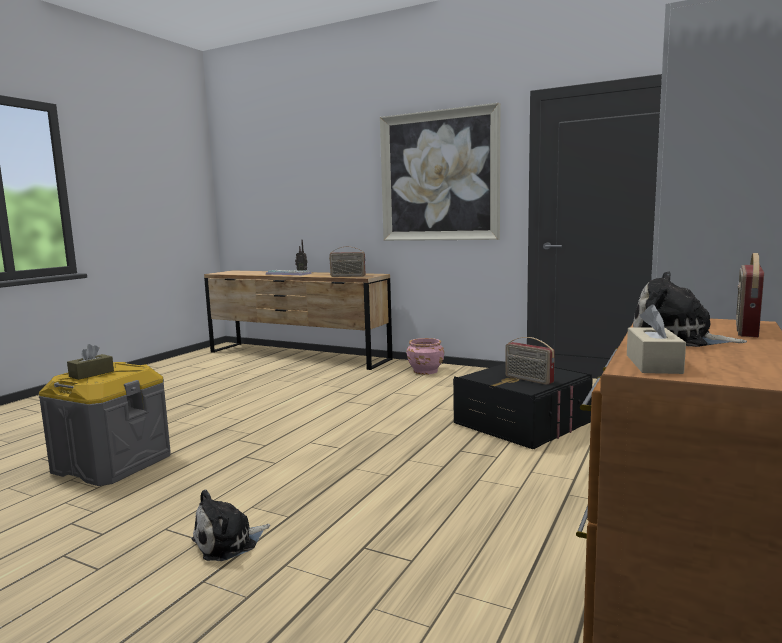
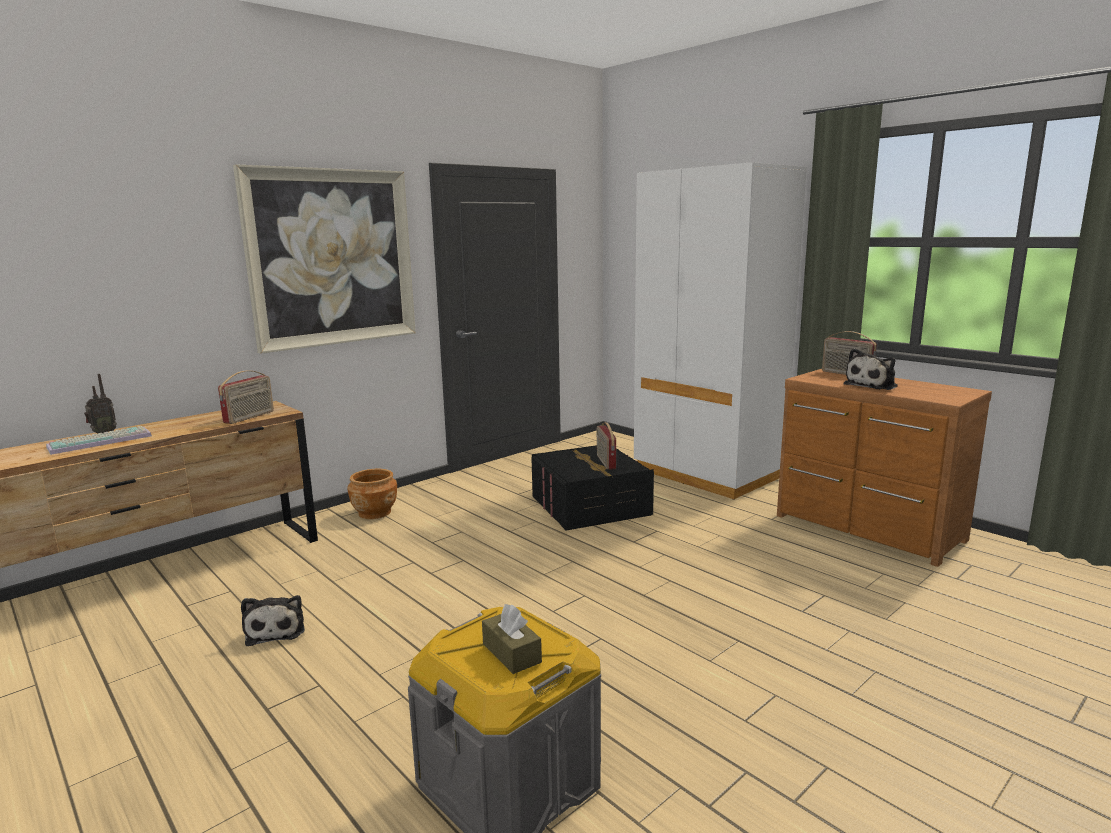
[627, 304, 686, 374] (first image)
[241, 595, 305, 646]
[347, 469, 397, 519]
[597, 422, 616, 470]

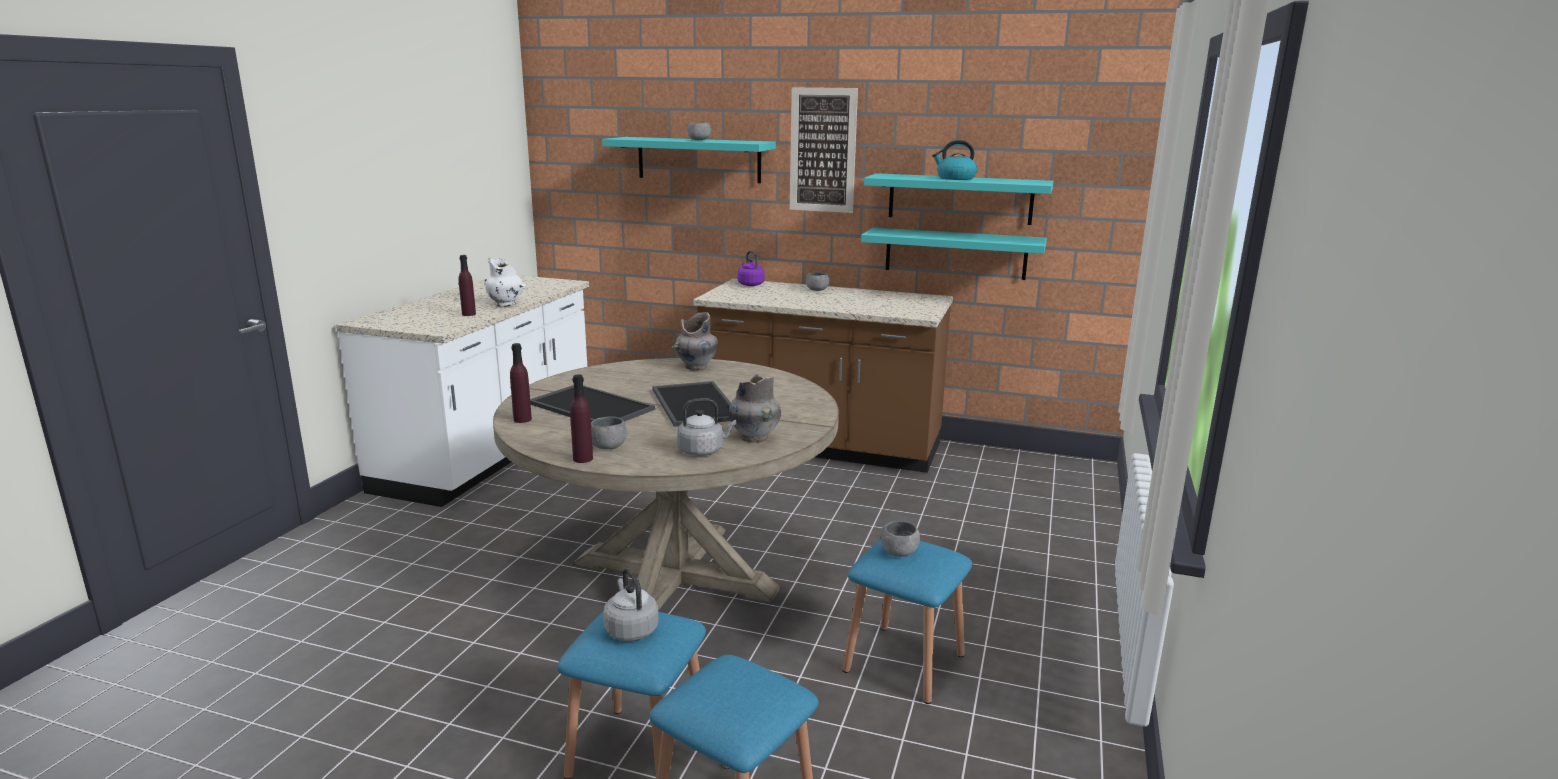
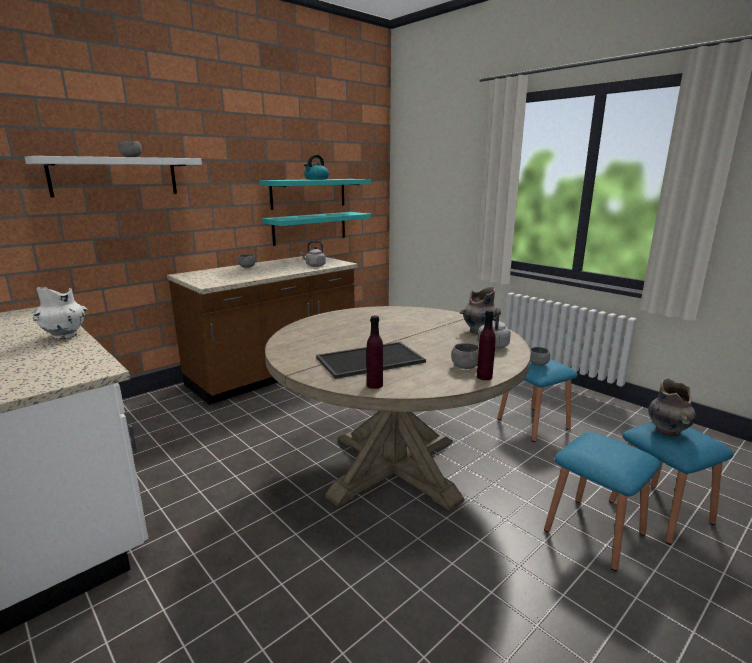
[458, 255, 476, 316] (first image)
[652, 381, 731, 427] (first image)
[738, 251, 765, 286] (first image)
[790, 87, 858, 213] (first image)
[300, 241, 326, 267]
[648, 378, 696, 437]
[25, 156, 202, 198]

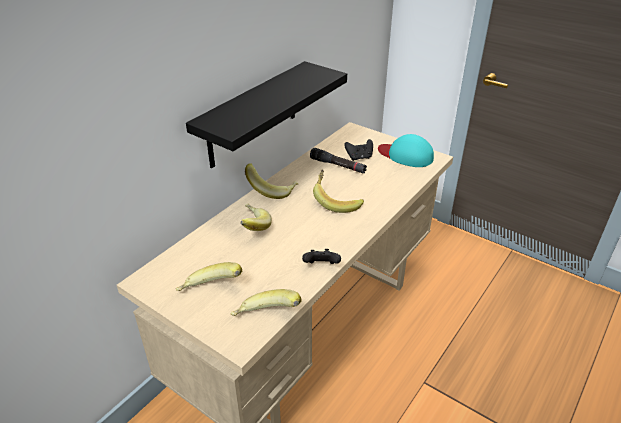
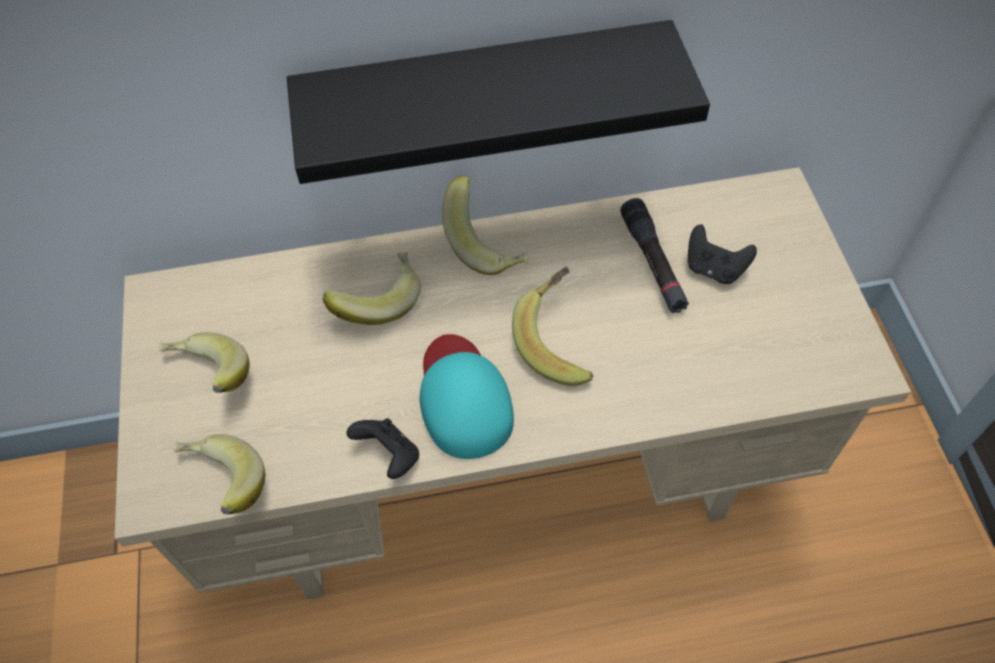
[420, 334, 514, 459]

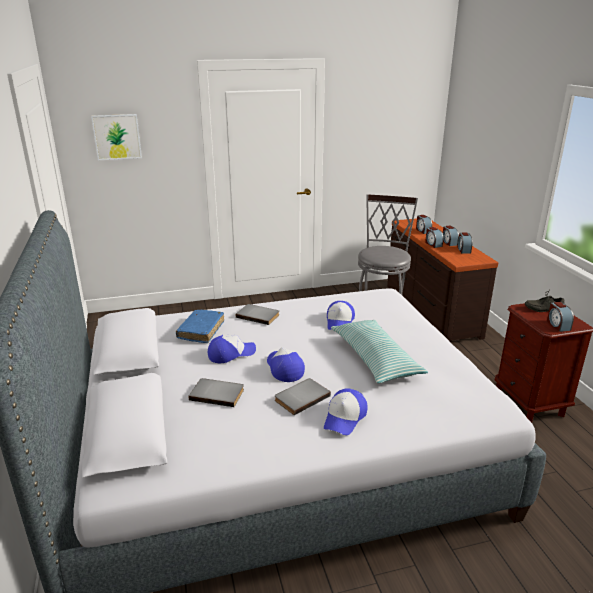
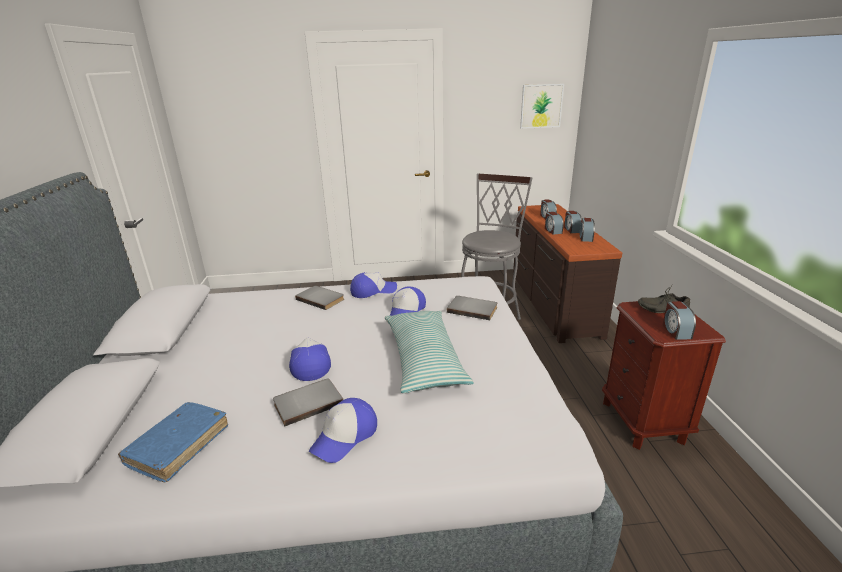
[520, 84, 564, 129]
[118, 402, 228, 482]
[447, 296, 497, 320]
[350, 272, 397, 298]

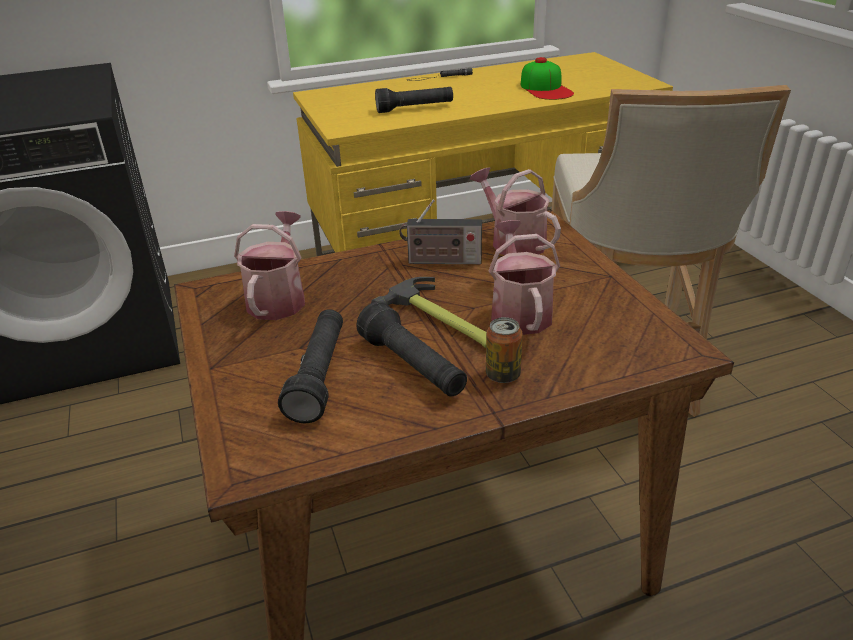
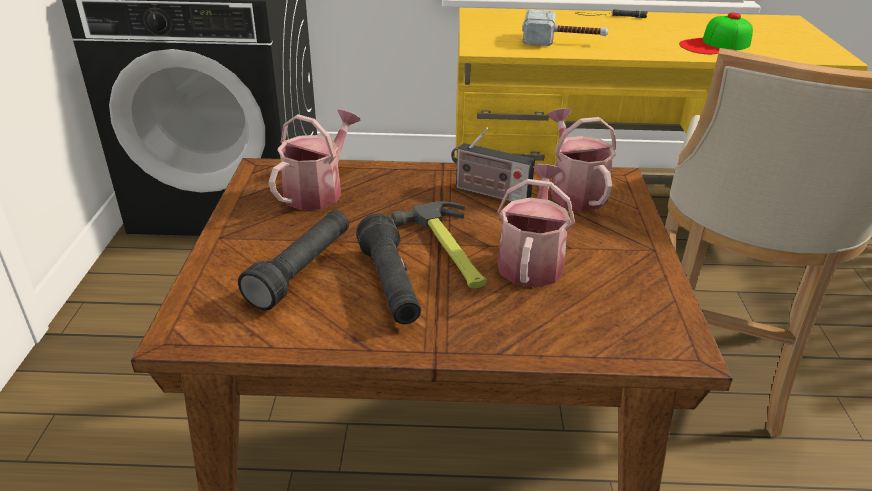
[486, 317, 523, 383] (first image)
[522, 9, 608, 46]
[679, 13, 753, 54]

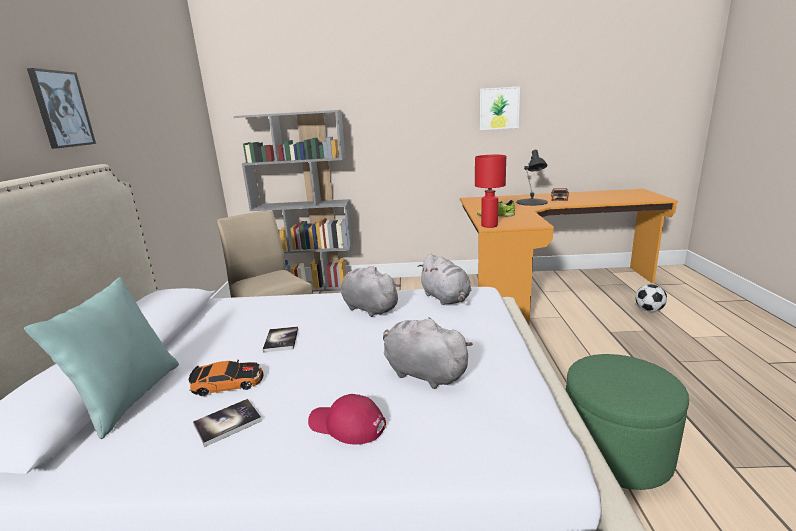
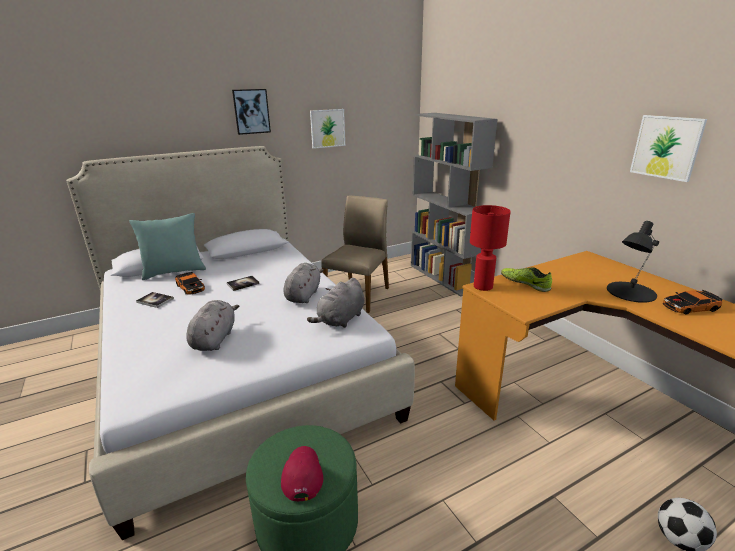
[310, 109, 345, 149]
[281, 446, 323, 501]

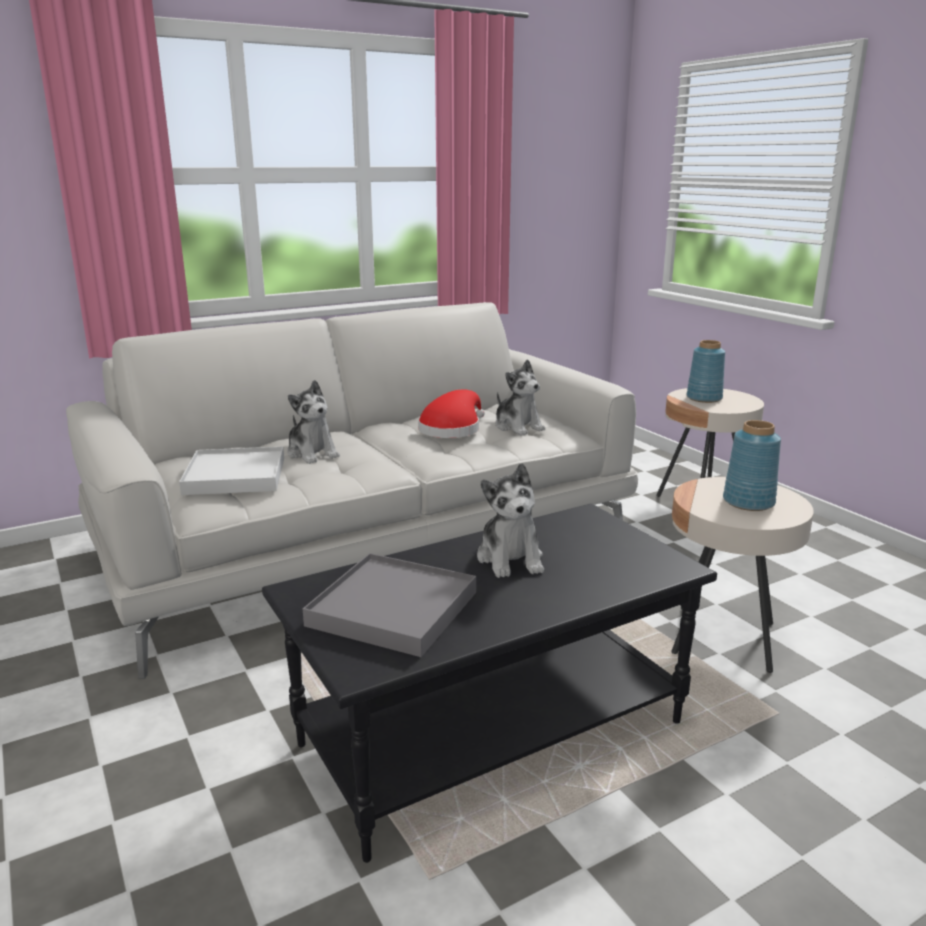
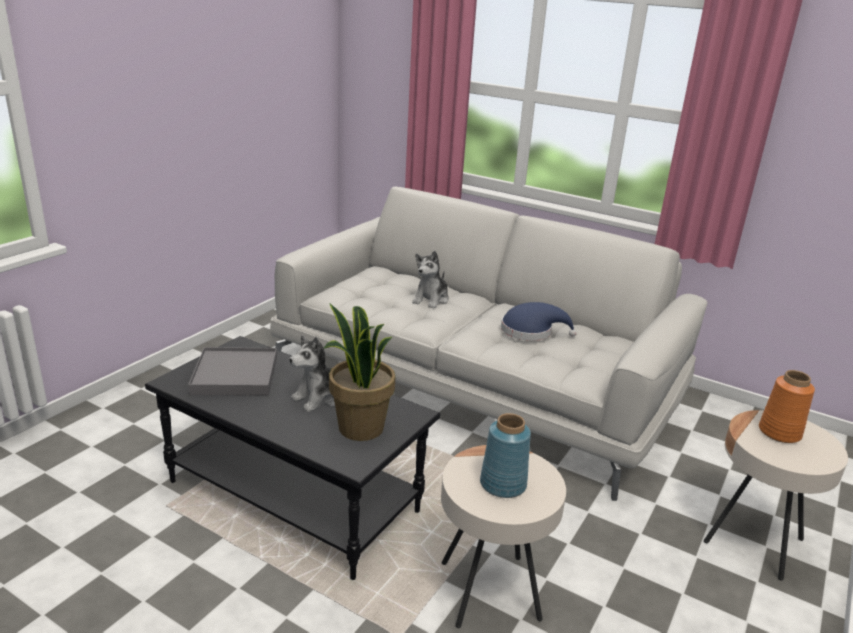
[179, 447, 284, 495] (first image)
[496, 359, 545, 436] (first image)
[323, 303, 396, 441]
[501, 302, 577, 341]
[759, 370, 815, 443]

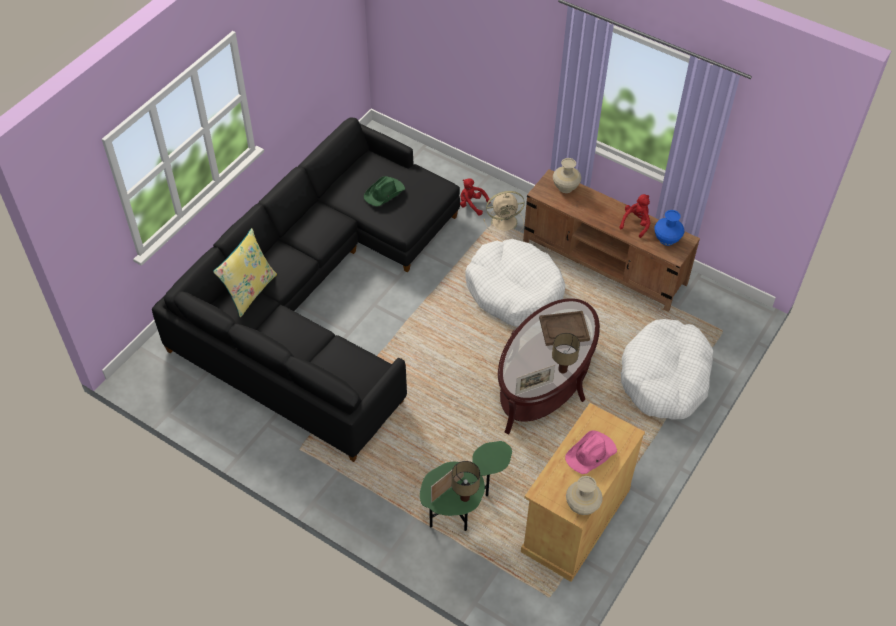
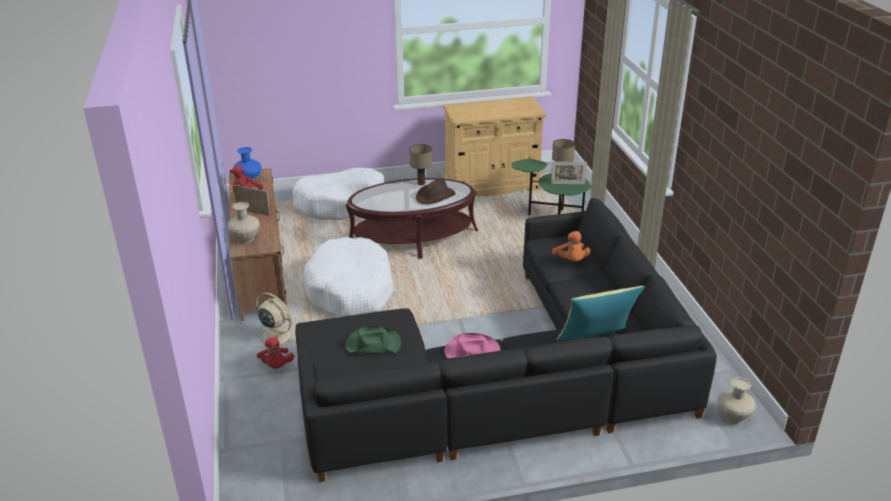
[539, 311, 590, 346] (first image)
[416, 180, 456, 204]
[552, 231, 590, 261]
[233, 185, 270, 216]
[444, 333, 500, 358]
[718, 377, 756, 423]

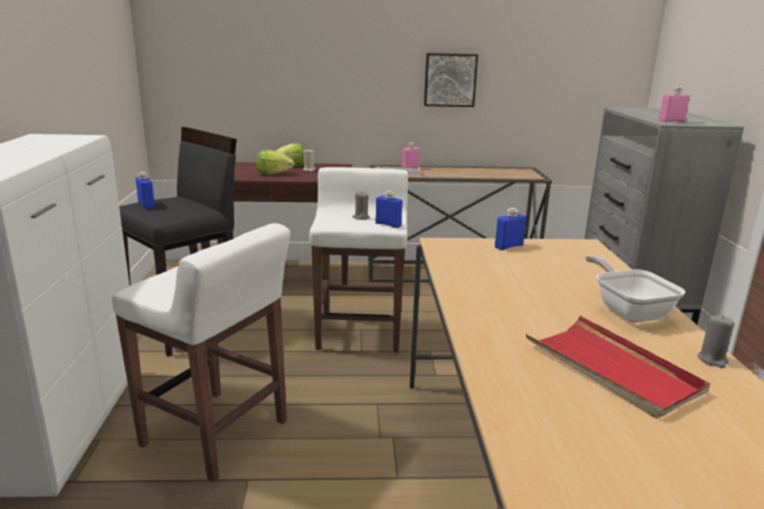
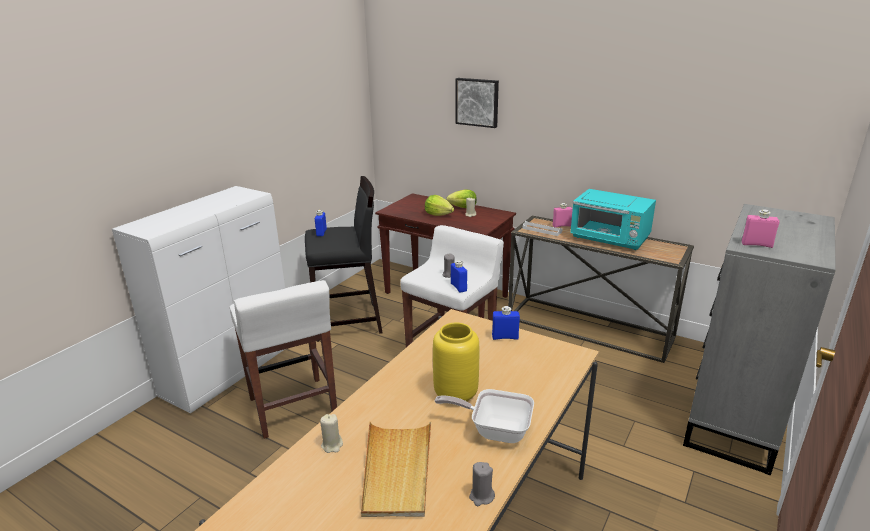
[320, 414, 343, 453]
[433, 323, 479, 401]
[570, 189, 656, 250]
[456, 78, 499, 128]
[361, 421, 431, 517]
[435, 389, 534, 443]

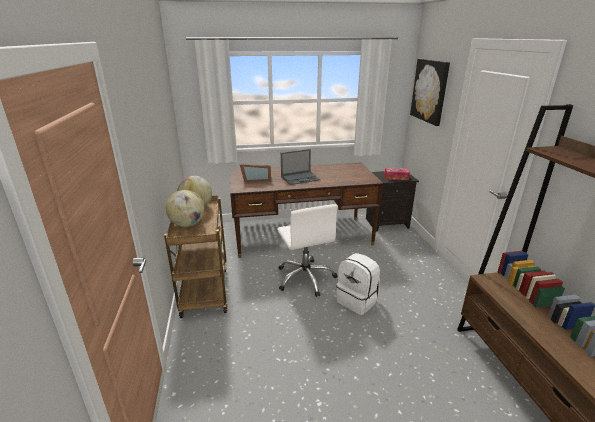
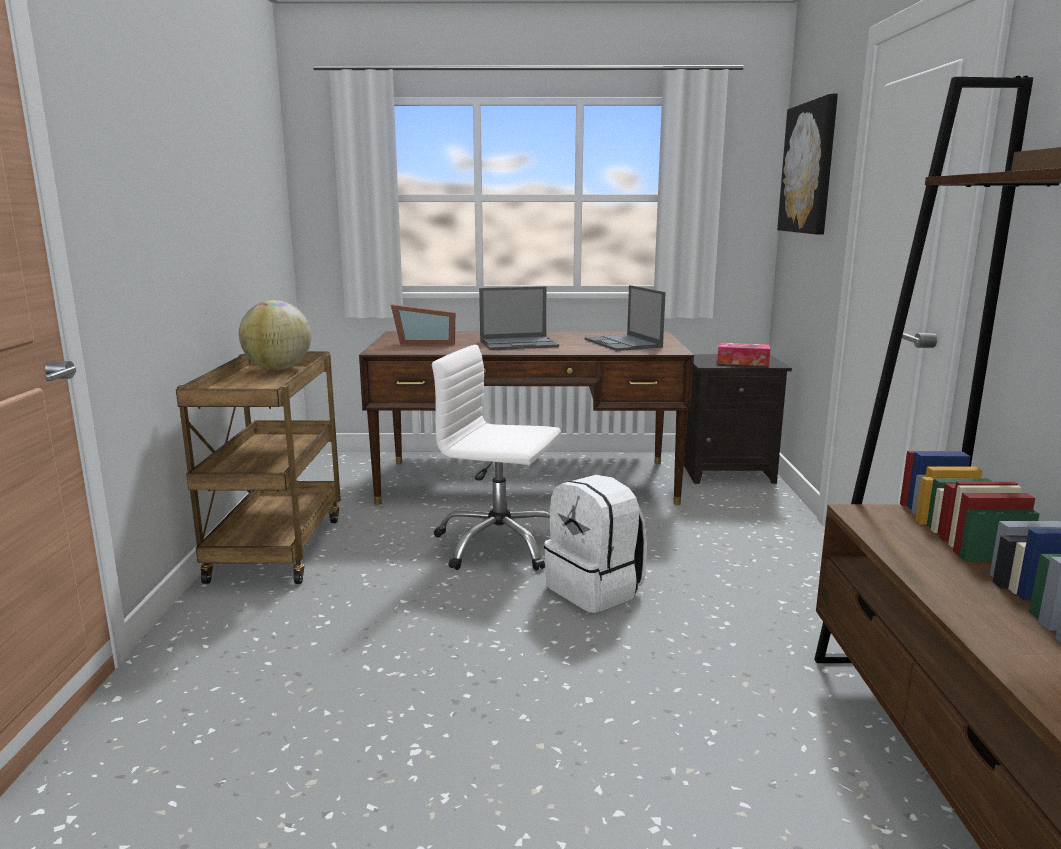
[166, 190, 205, 227] (first image)
[585, 285, 666, 351]
[432, 345, 561, 571]

